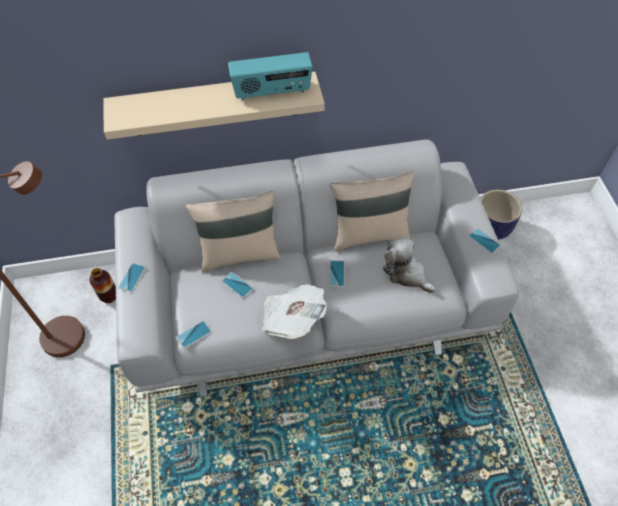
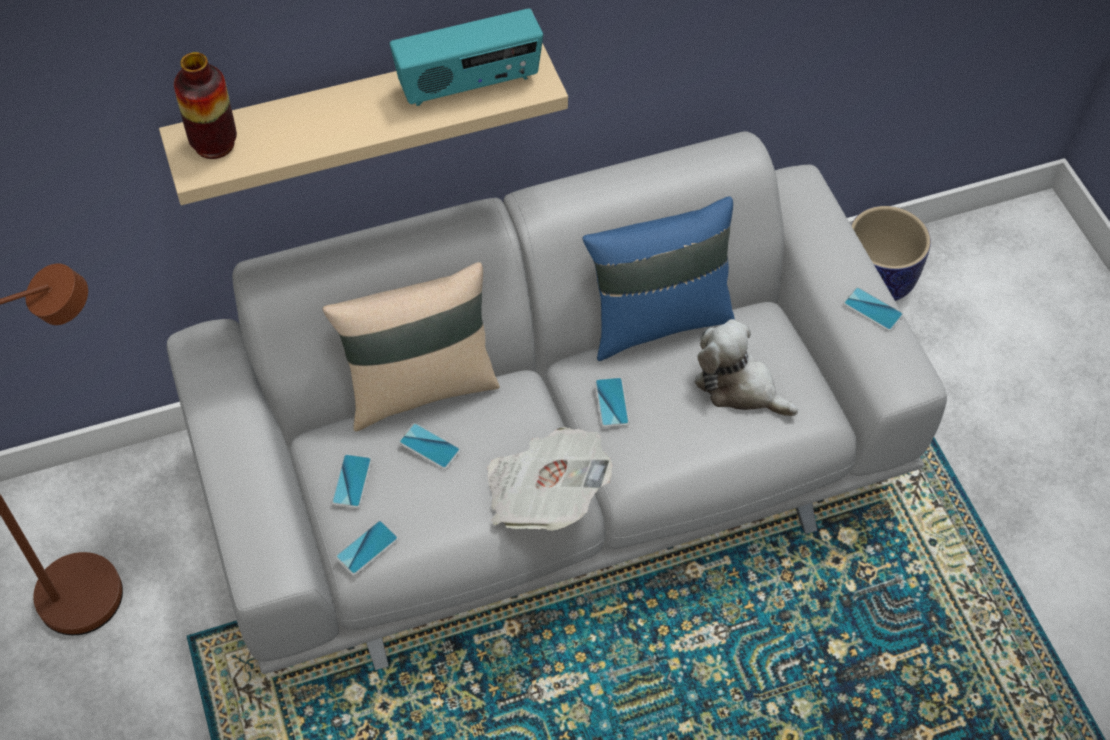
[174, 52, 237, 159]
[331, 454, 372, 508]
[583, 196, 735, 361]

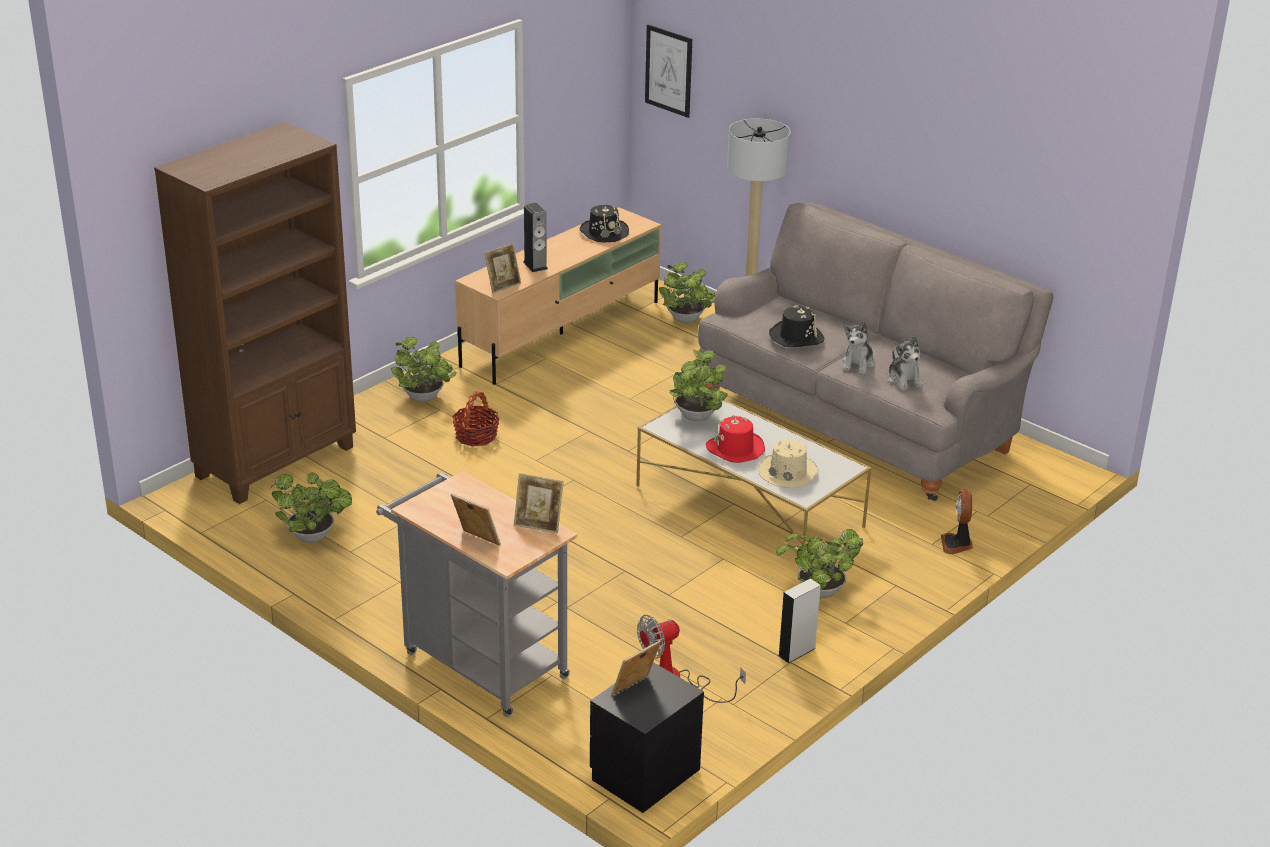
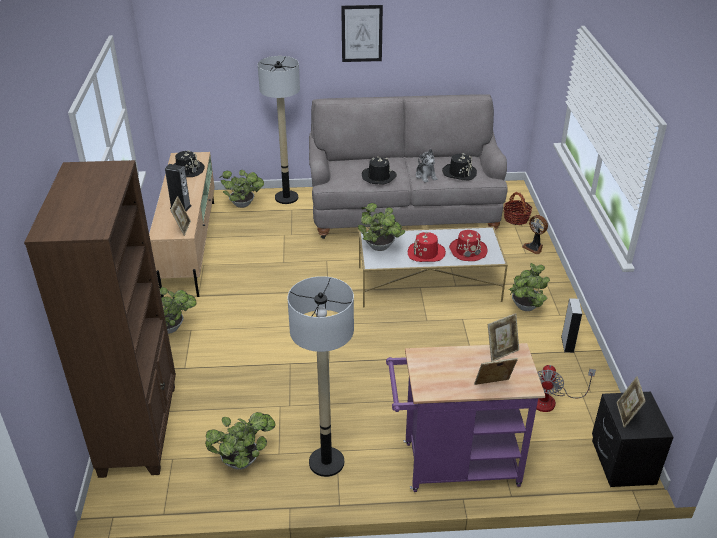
[287, 276, 354, 477]
[504, 192, 532, 225]
[341, 5, 383, 62]
[442, 153, 477, 180]
[386, 343, 545, 492]
[449, 230, 488, 261]

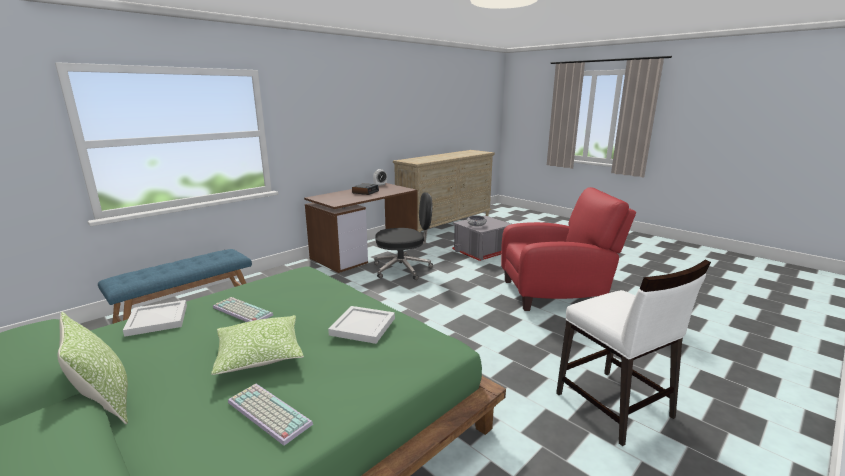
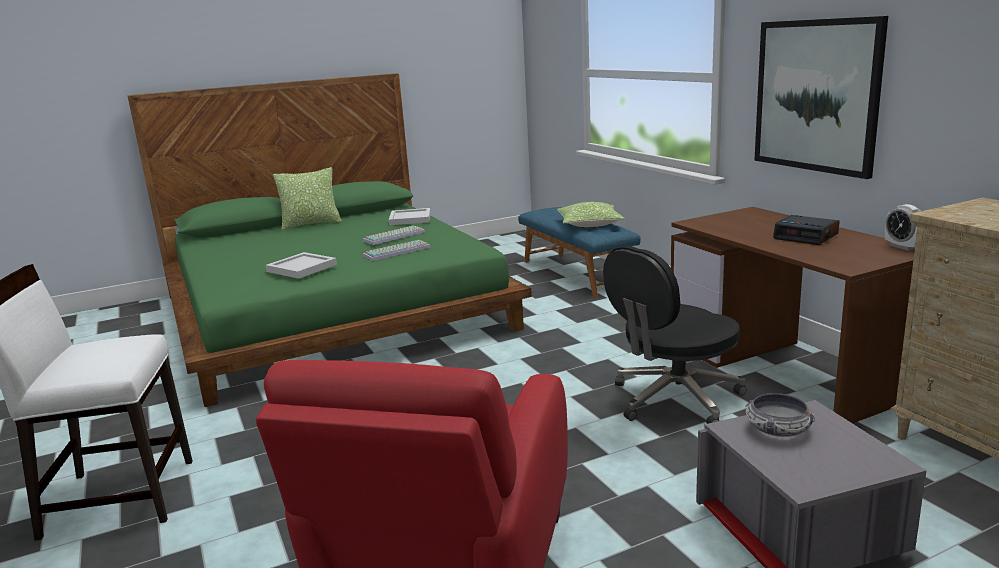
[754, 16, 888, 179]
[557, 202, 625, 227]
[363, 240, 431, 261]
[603, 246, 746, 424]

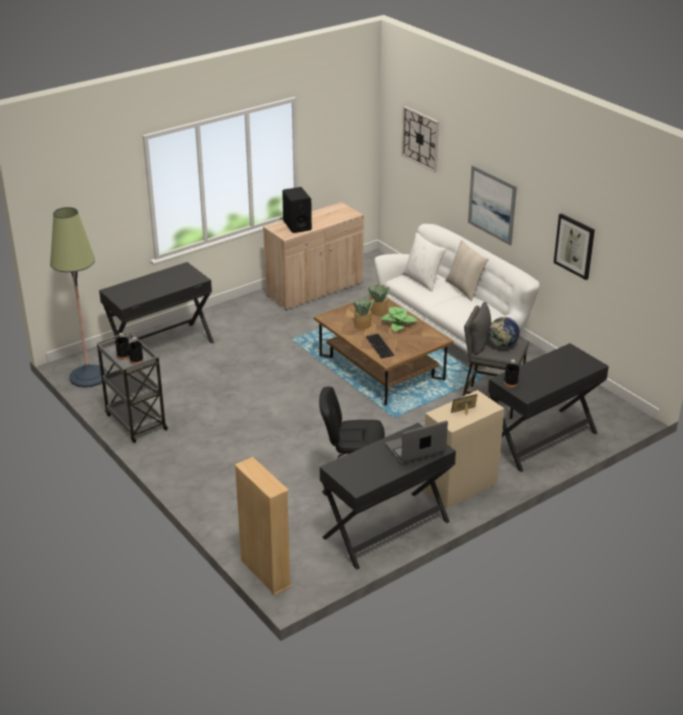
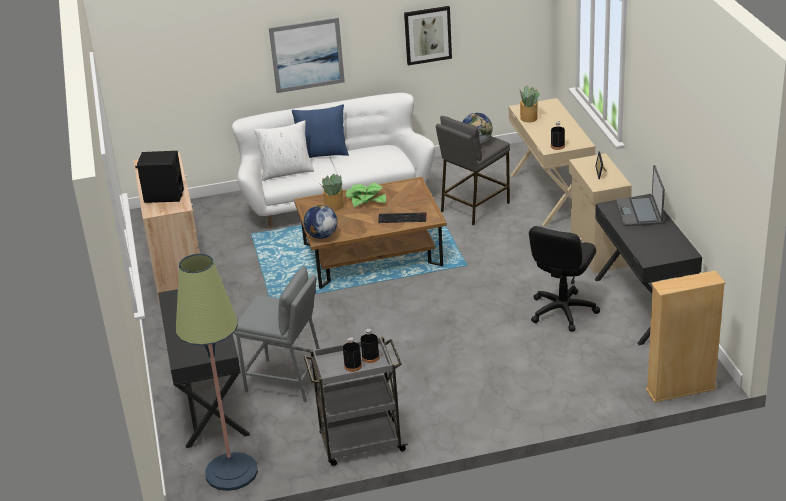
[402, 106, 439, 173] (first image)
[234, 266, 320, 402]
[303, 205, 337, 239]
[520, 86, 540, 123]
[292, 104, 349, 158]
[509, 98, 595, 226]

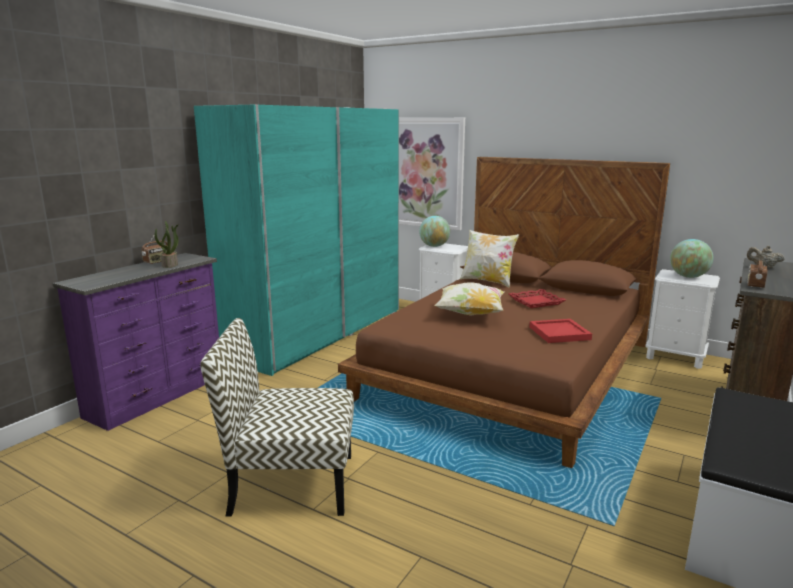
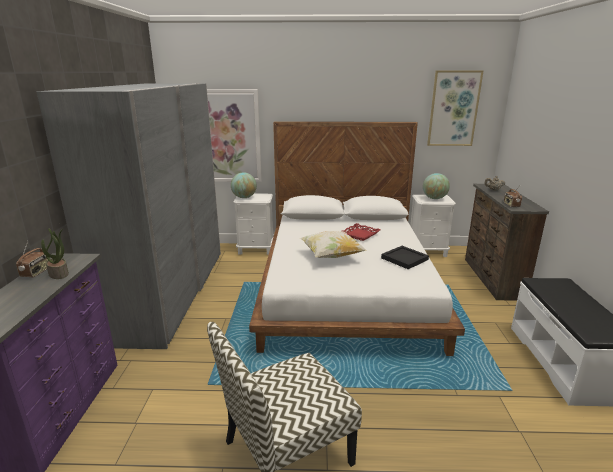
[460, 230, 519, 287] (first image)
[427, 70, 484, 146]
[37, 83, 221, 349]
[249, 121, 465, 356]
[381, 246, 429, 269]

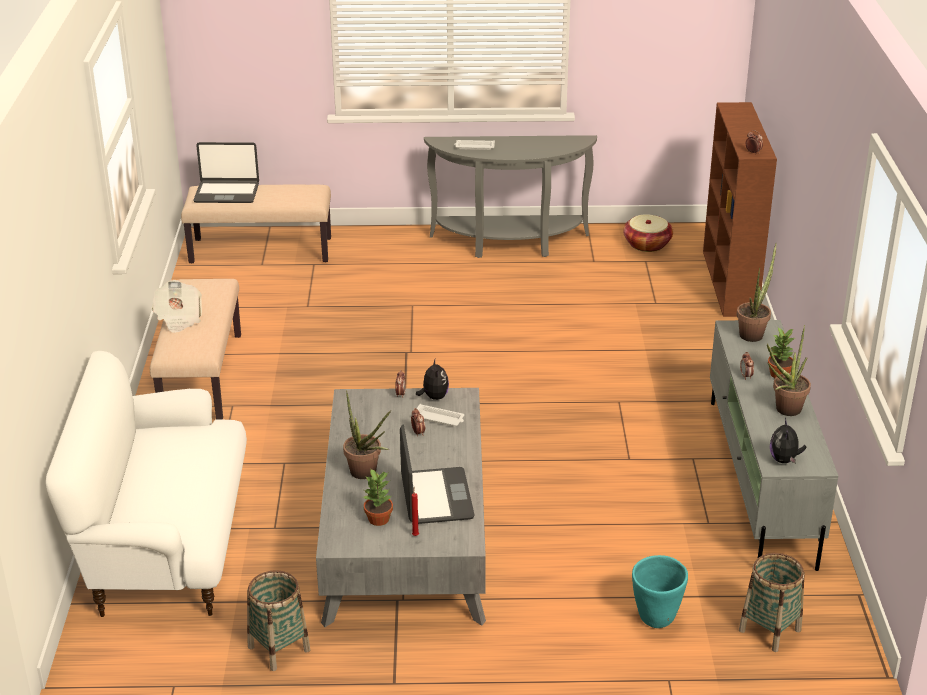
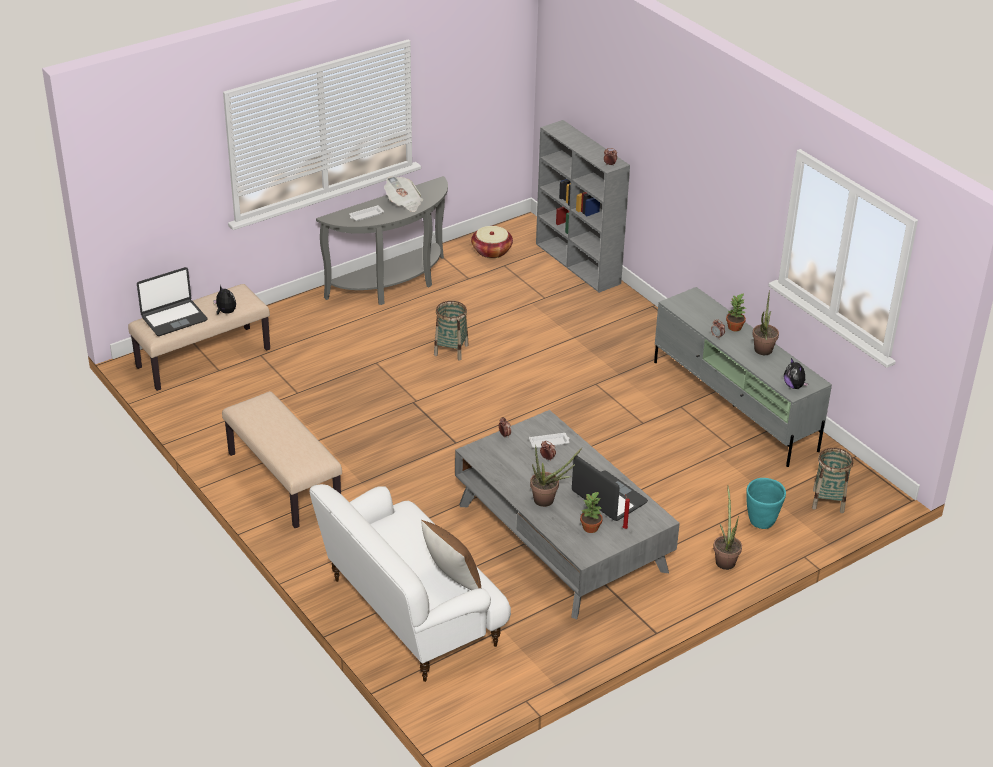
[421, 520, 481, 590]
[384, 176, 423, 212]
[434, 301, 469, 360]
[213, 285, 236, 314]
[713, 485, 742, 570]
[536, 120, 630, 293]

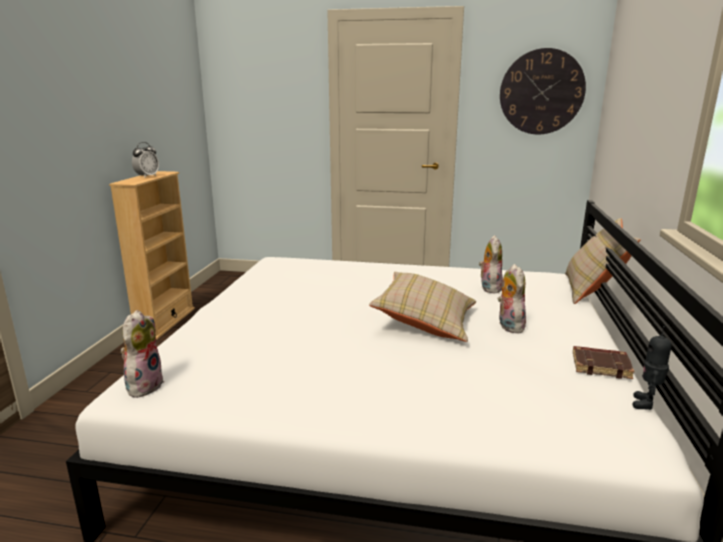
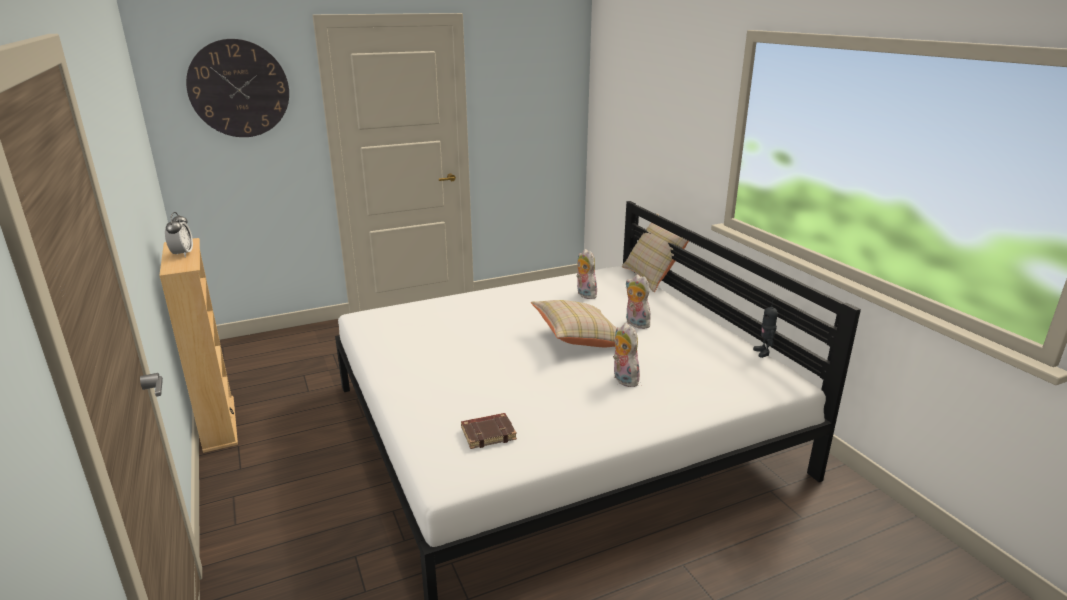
[613, 323, 641, 387]
[186, 39, 289, 137]
[461, 413, 517, 449]

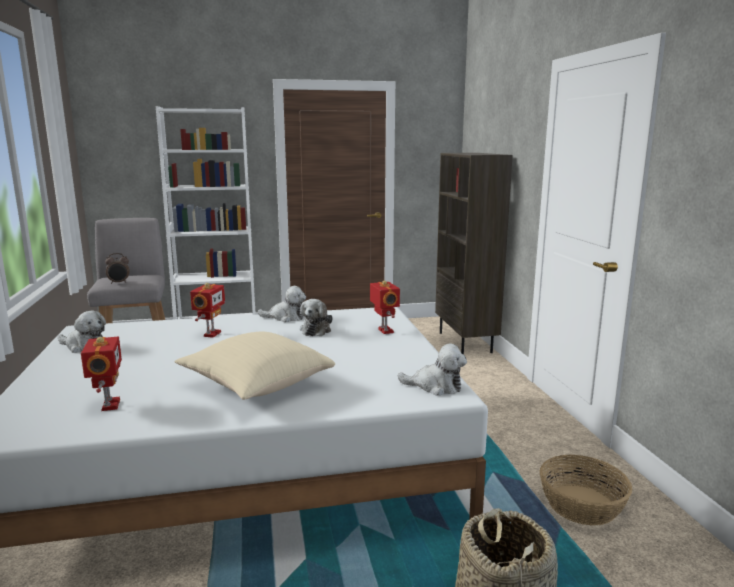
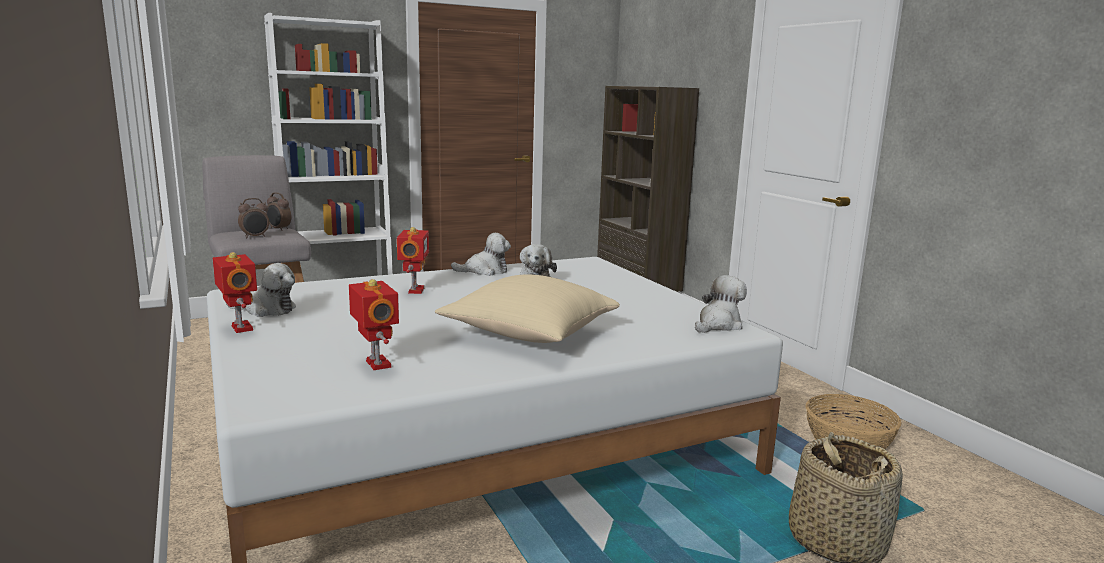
[266, 192, 291, 231]
[213, 252, 257, 333]
[695, 275, 747, 333]

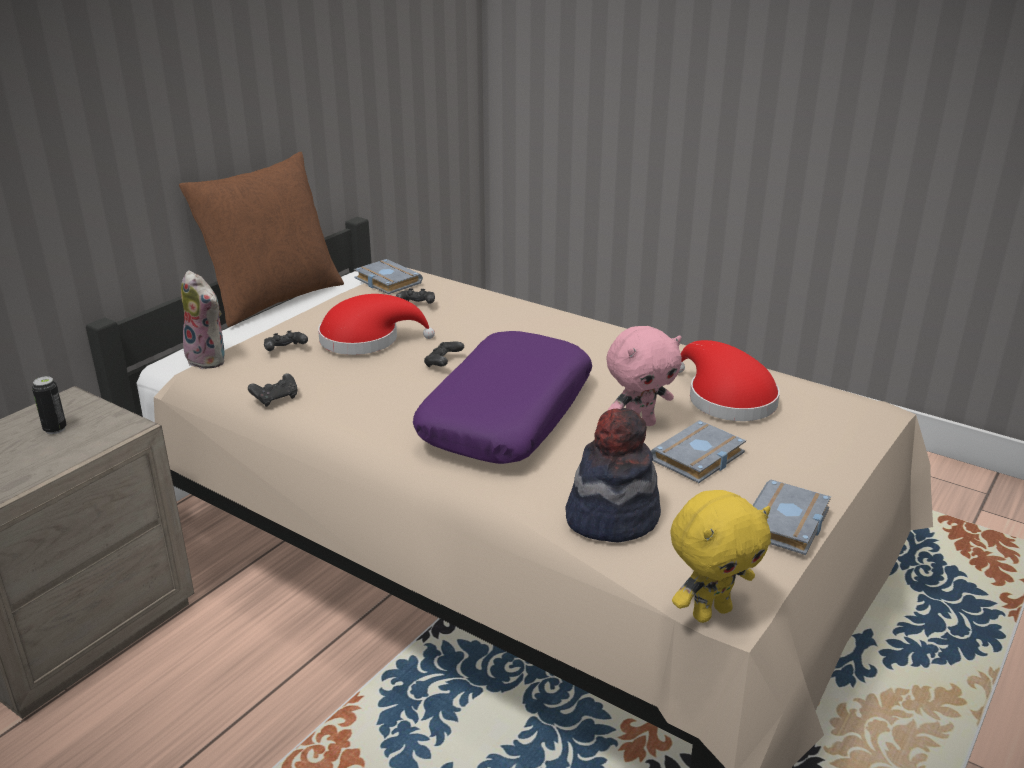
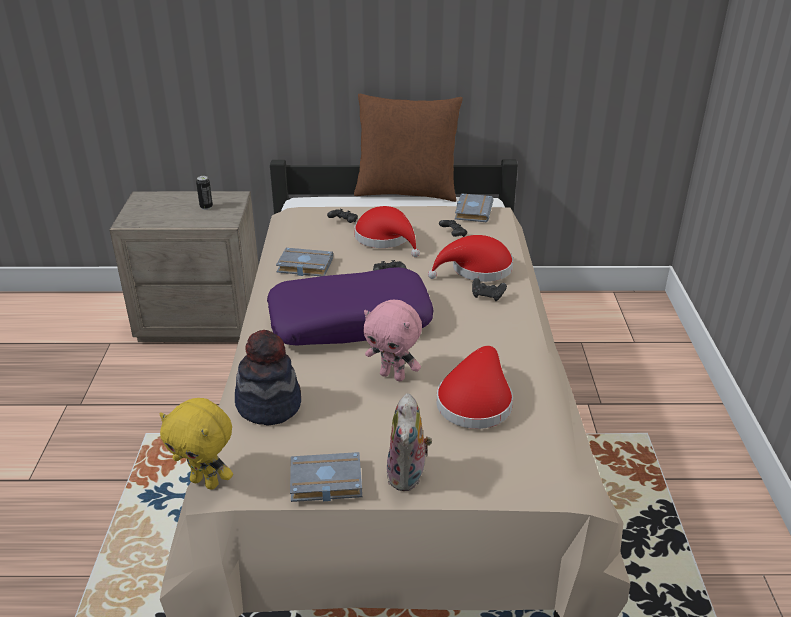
[428, 235, 513, 282]
[386, 393, 432, 491]
[472, 278, 507, 301]
[276, 248, 333, 276]

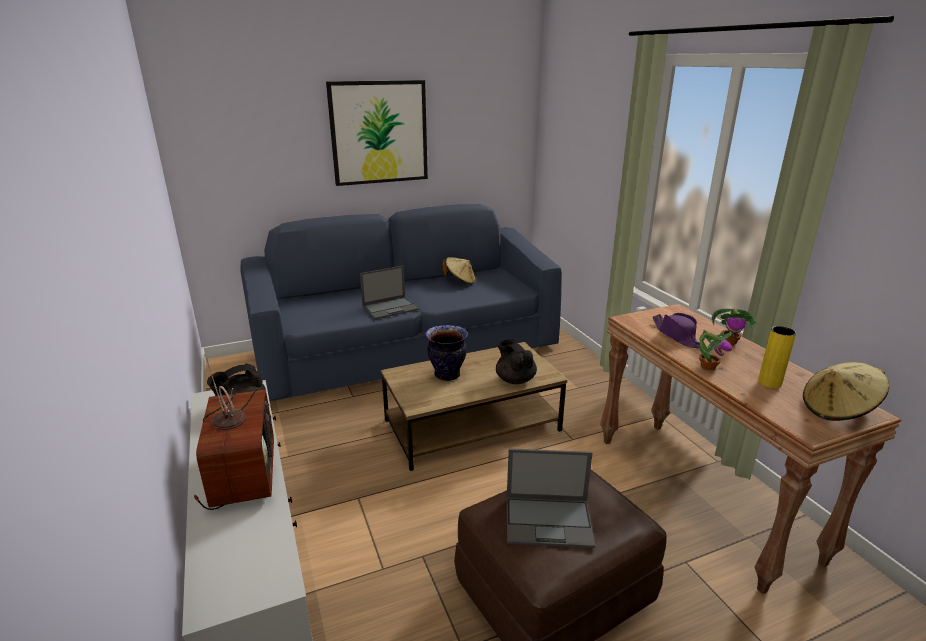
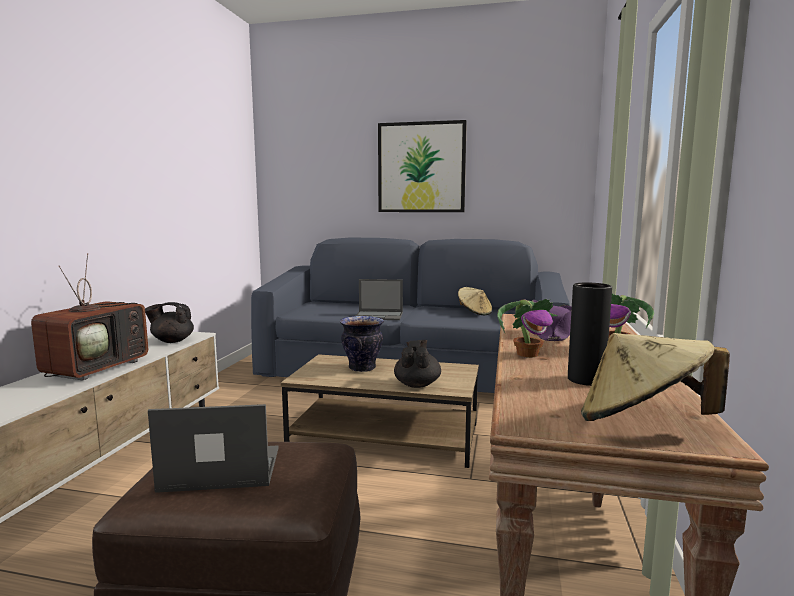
[568, 283, 612, 386]
[148, 404, 279, 493]

